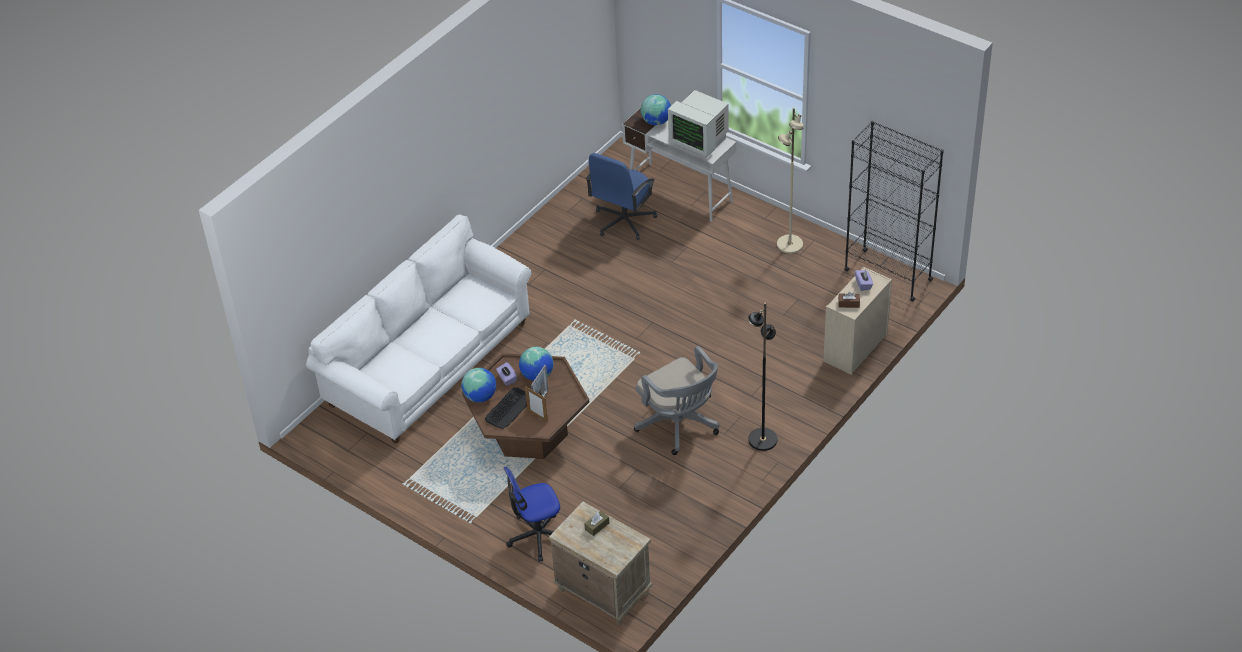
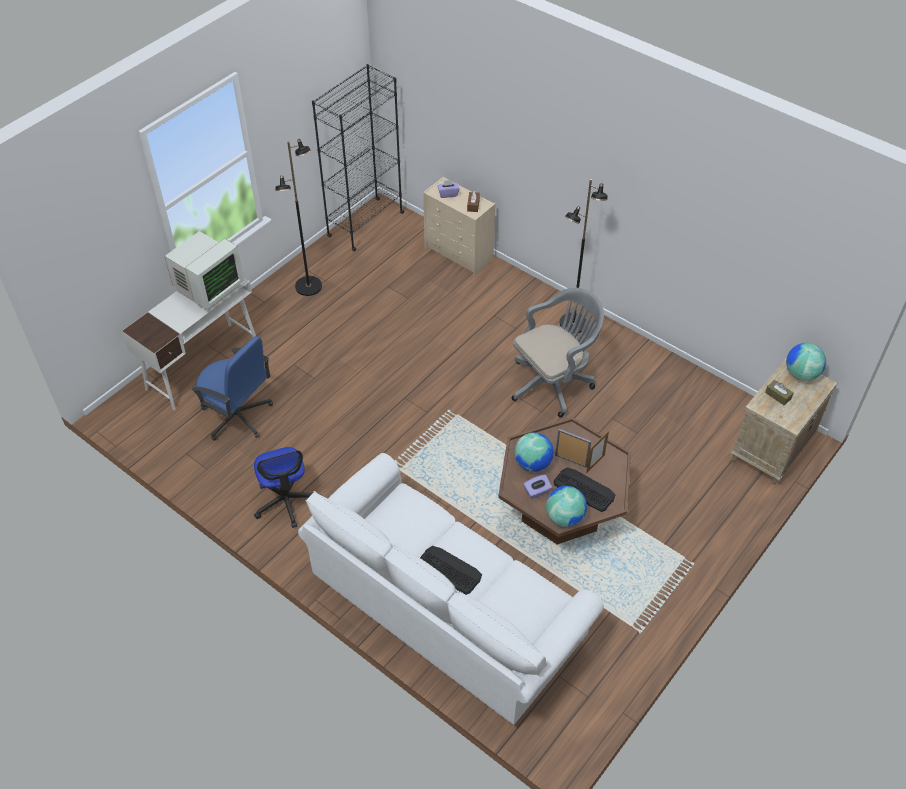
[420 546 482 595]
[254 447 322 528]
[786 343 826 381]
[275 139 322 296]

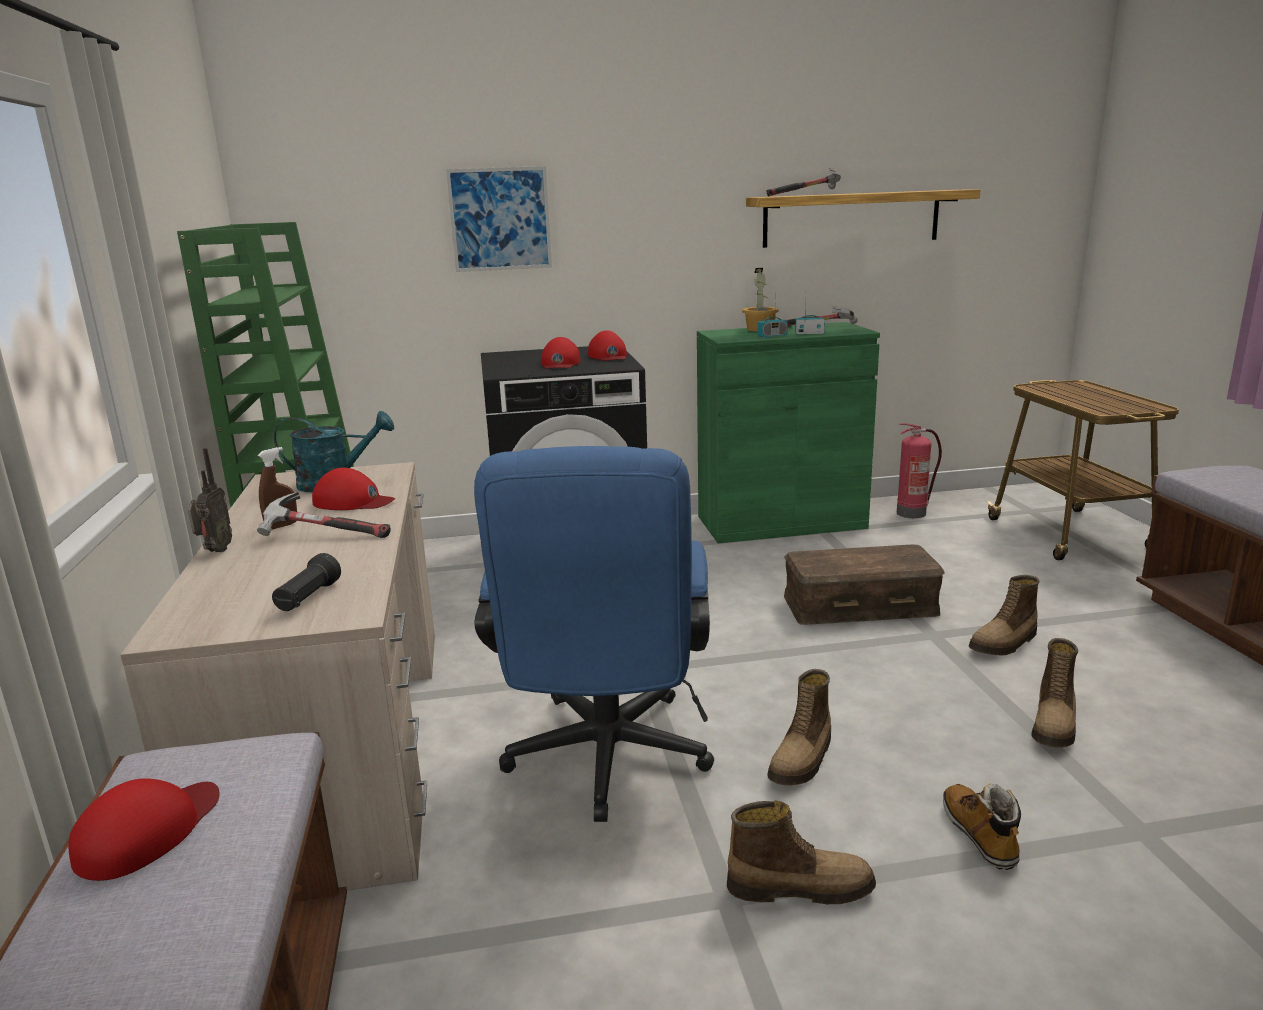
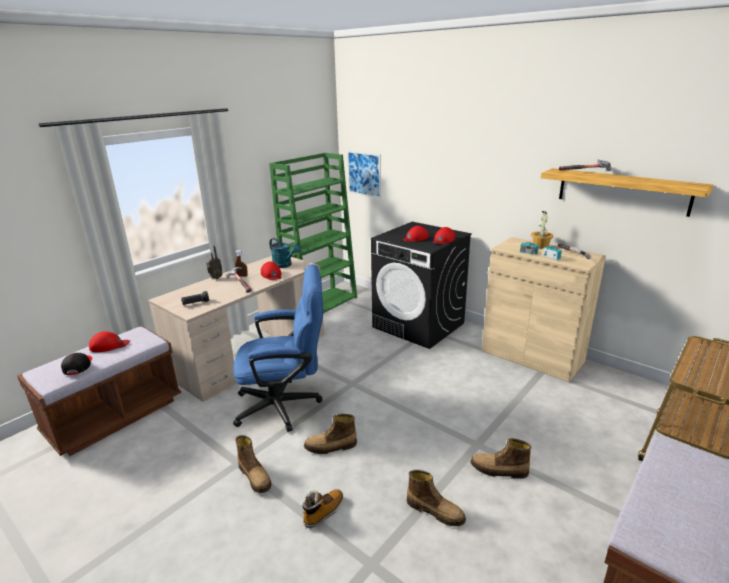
[784 544 945 625] (first image)
[897 423 942 518] (first image)
[61 353 92 375]
[347 151 381 198]
[482 237 606 382]
[233 264 323 432]
[407 470 466 526]

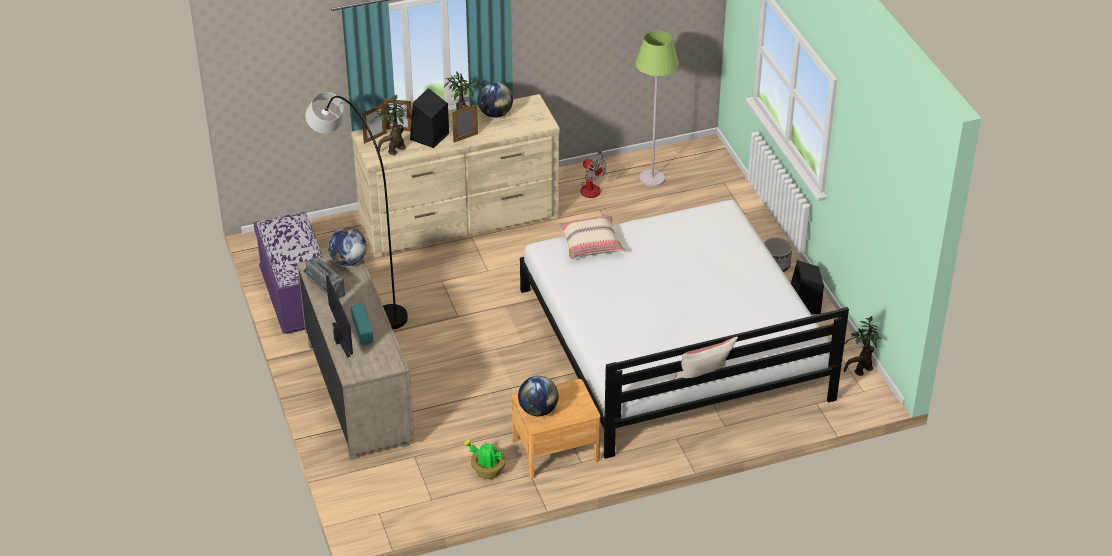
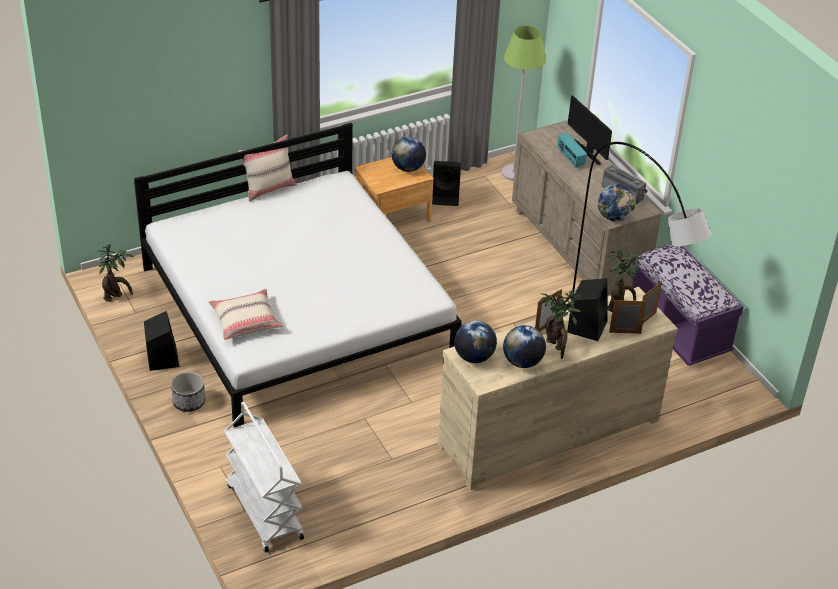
[581 147 606 198] (first image)
[224 402 304 553]
[454 320 497 363]
[208 289 283 340]
[502 26 546 181]
[432 161 461 206]

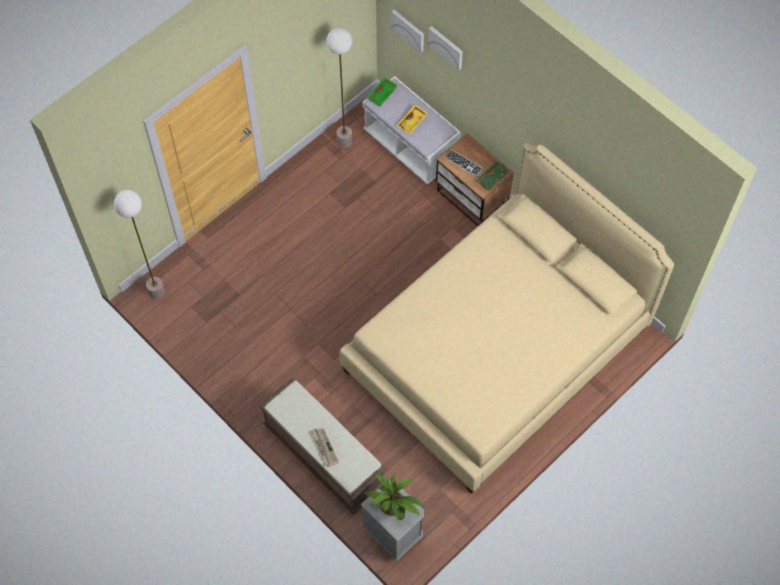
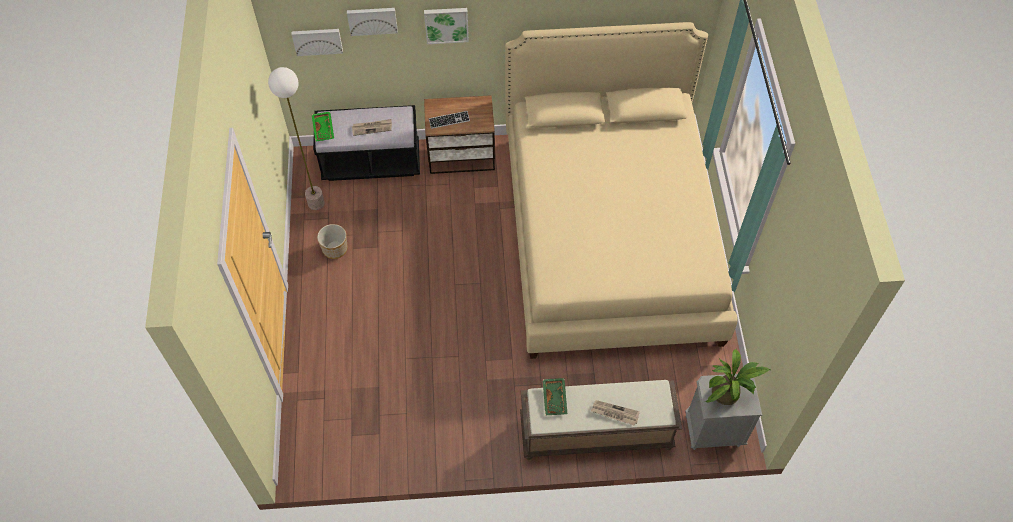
[114 190 165 299] (first image)
[317 224 348 259]
[424 8 469 44]
[543 378 567 415]
[352 119 392 136]
[313 105 420 181]

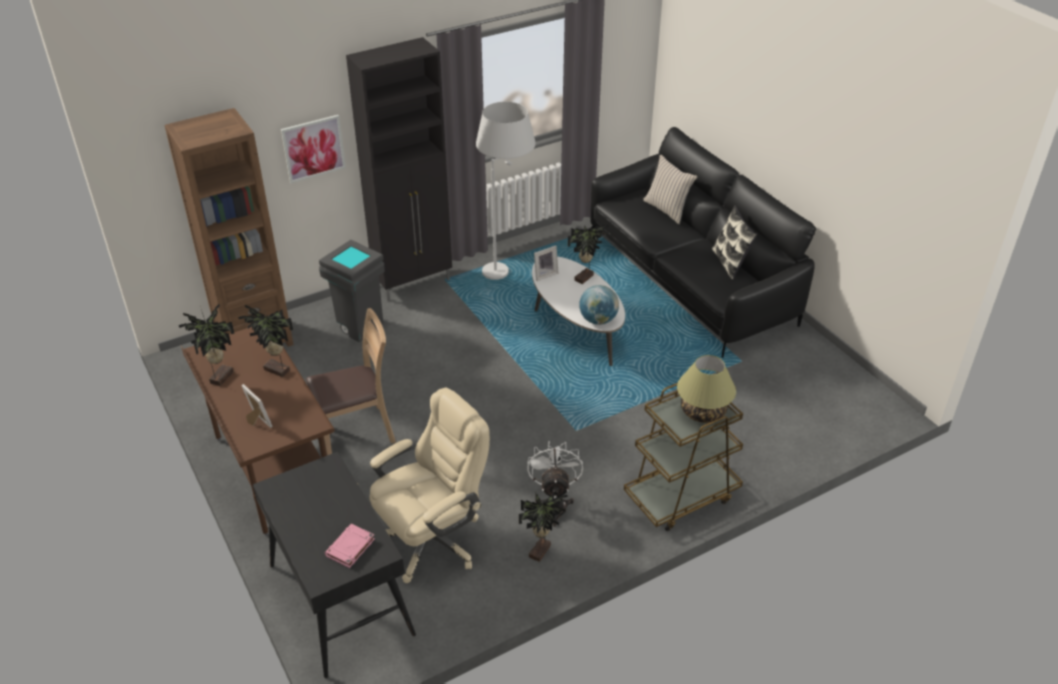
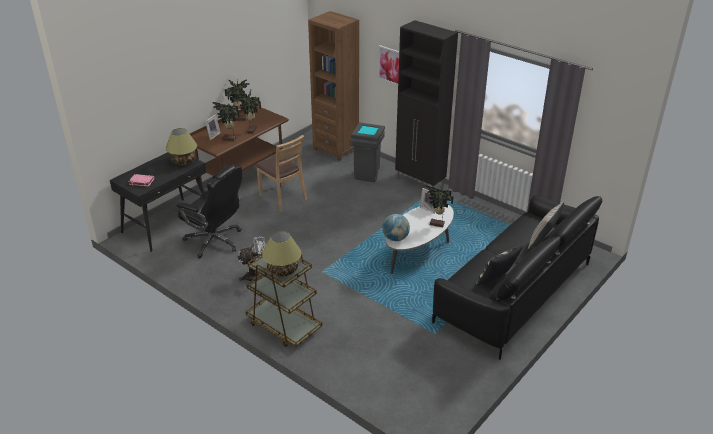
[476 101 536 280] (first image)
[165 128 197 165]
[212 102 239 141]
[176 164 242 259]

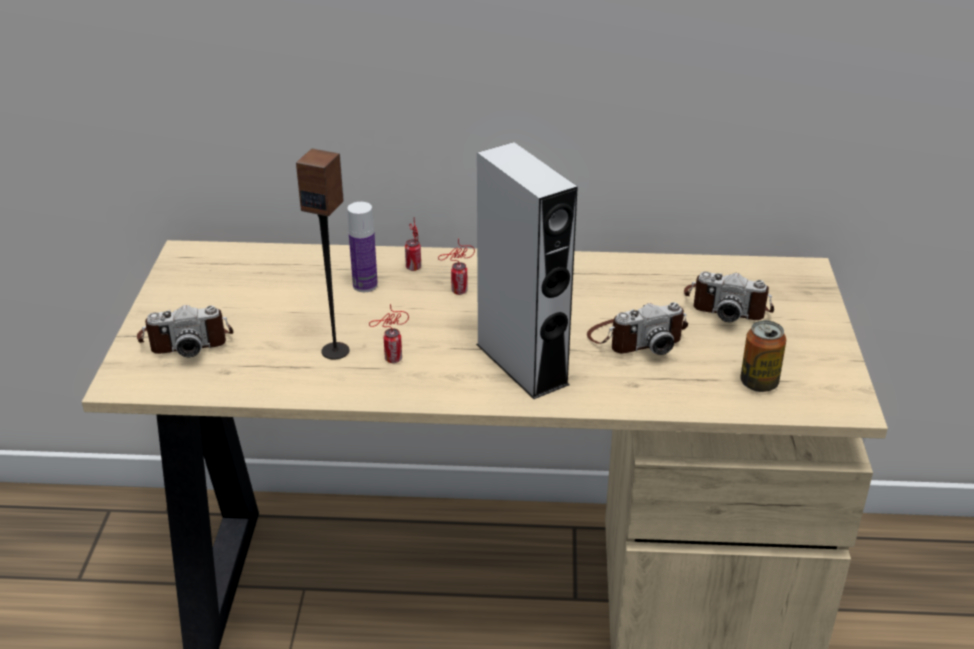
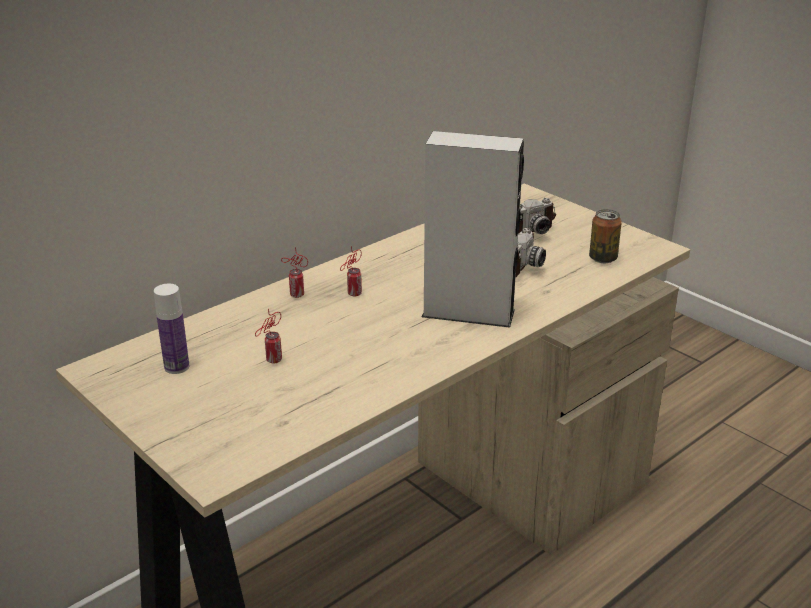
[137 305 233 358] (first image)
[296 148 350 360] (first image)
[154 283 189 374]
[255 309 282 363]

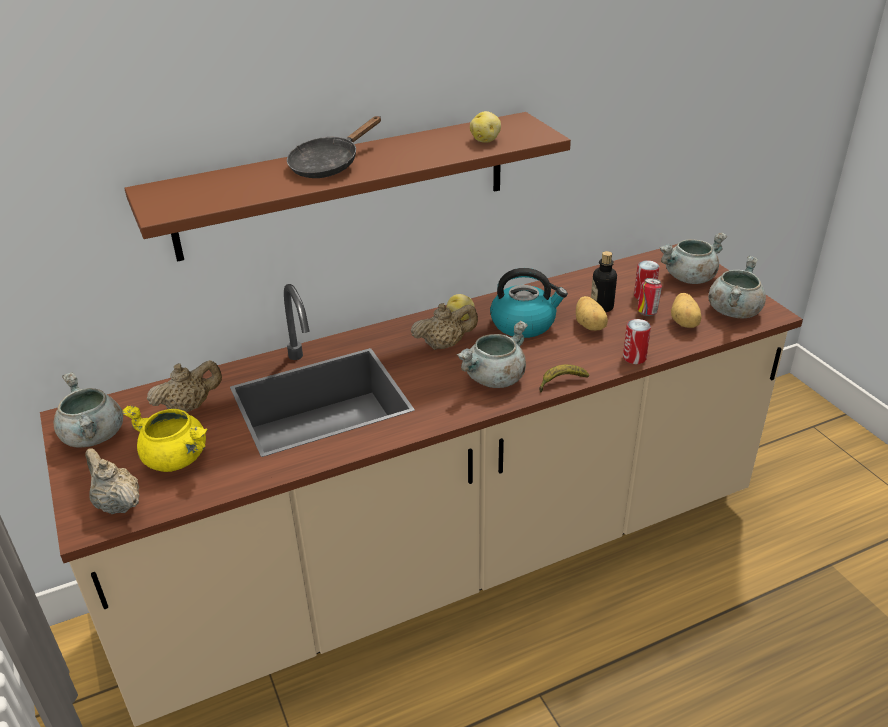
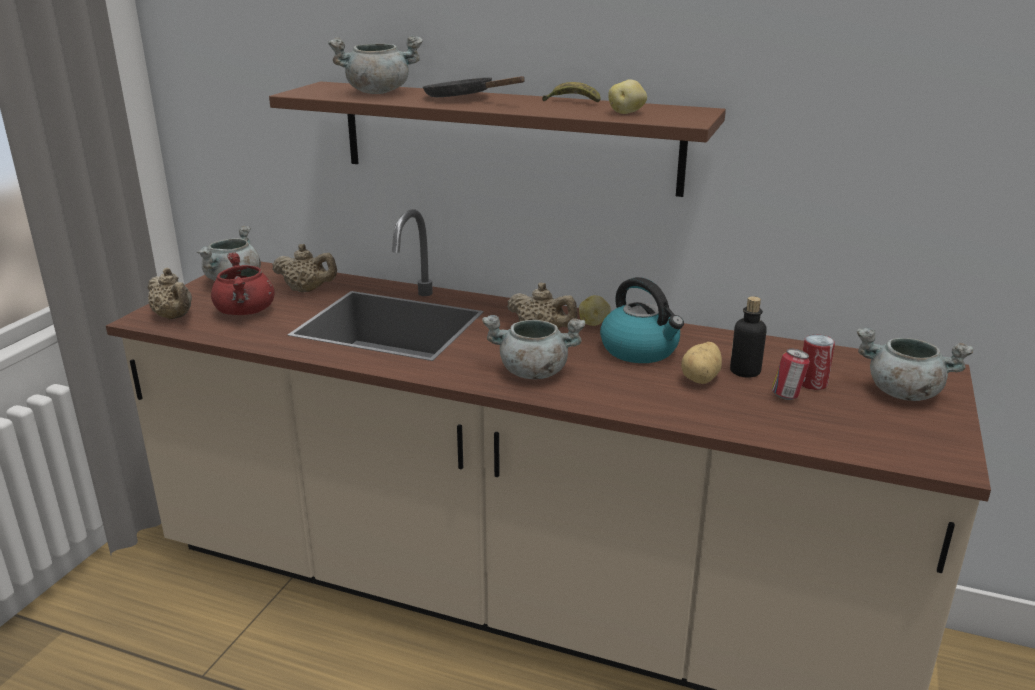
[623 319 651 364] (first image)
[671 293 702 328] (first image)
[542 82 600 102]
[328 36 423 94]
[211 252 275 315]
[148 268 192 319]
[423 76 525 97]

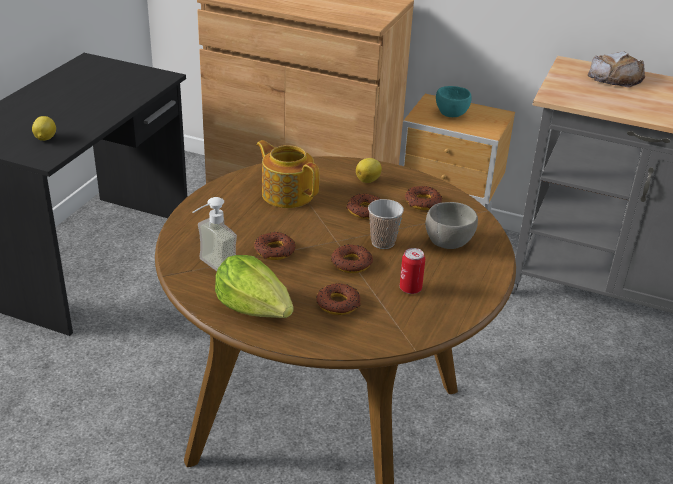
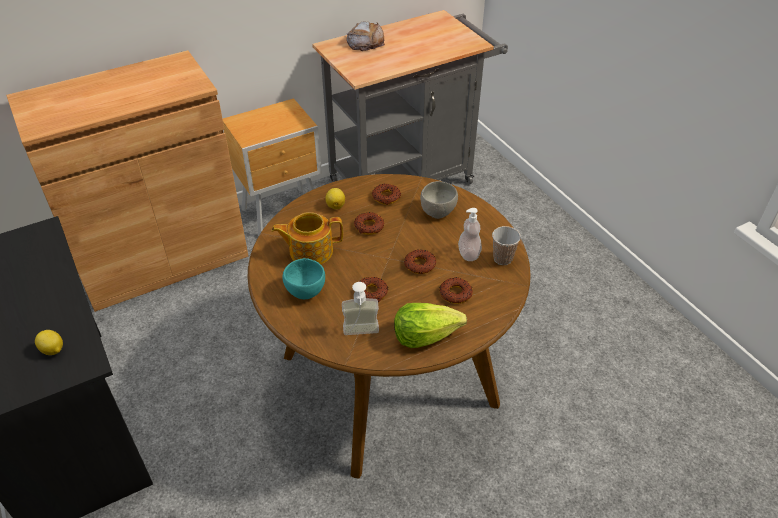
[492 226 521 265]
[282 258 325 299]
[458 208 482 261]

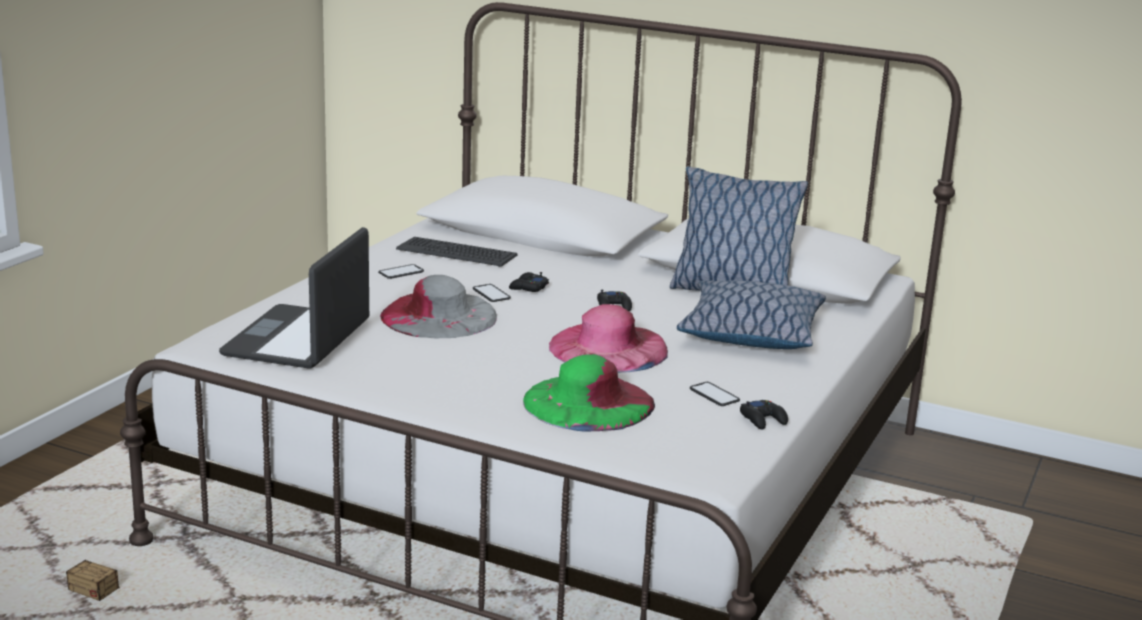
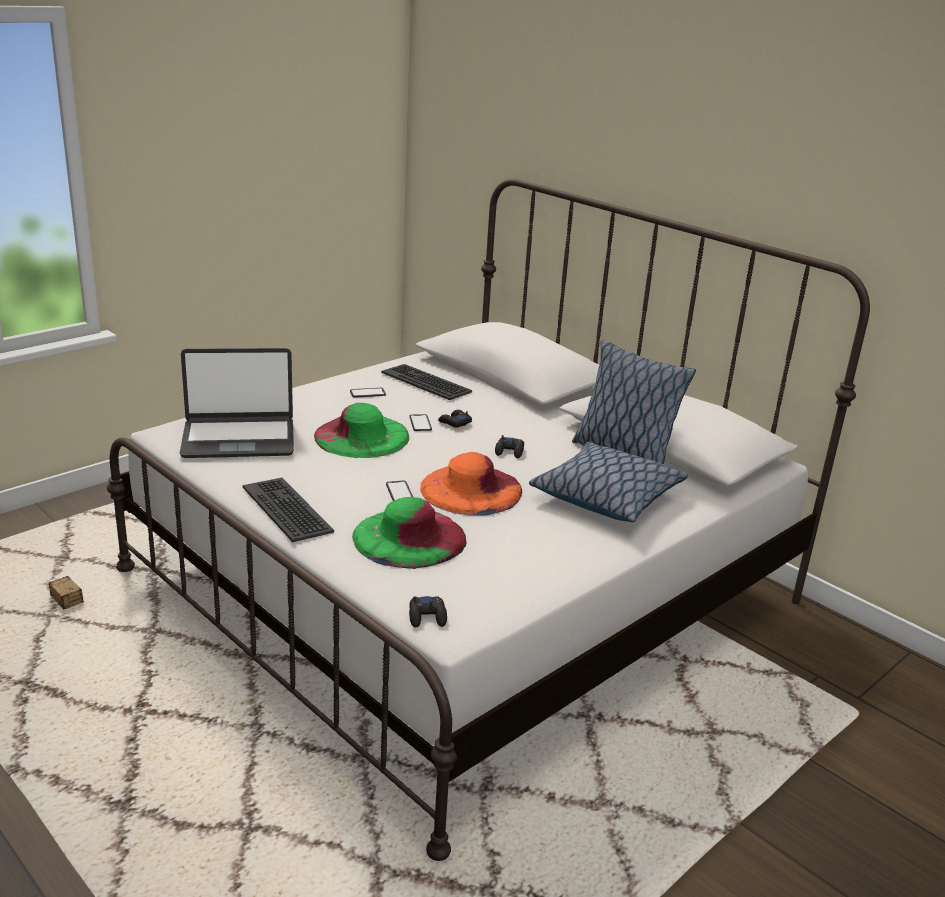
[242 478 334 542]
[386 481 413 501]
[409 596 447 628]
[314 403 409 458]
[420 452 522 516]
[180 348 294 458]

